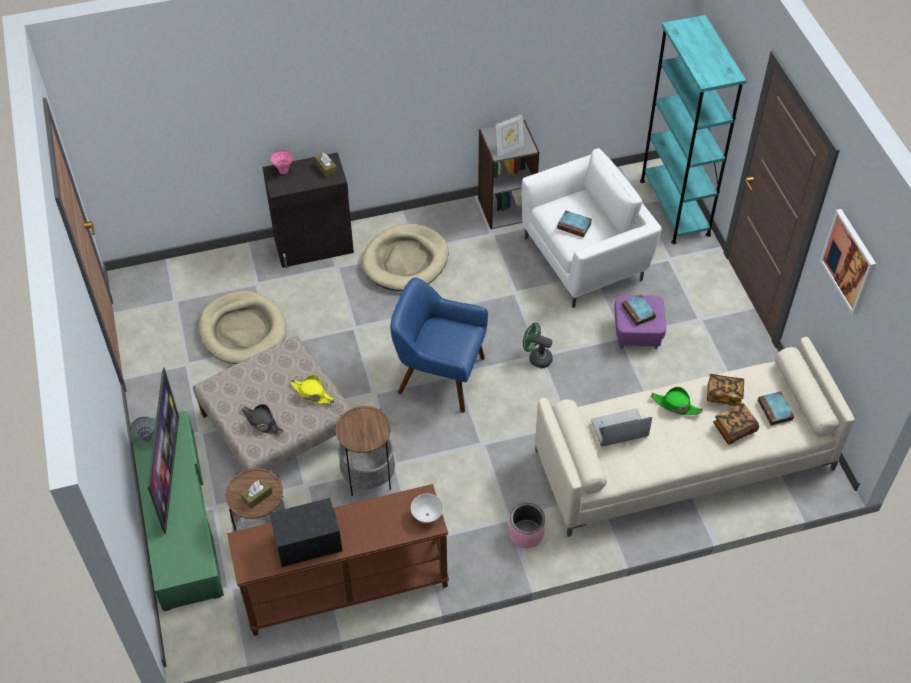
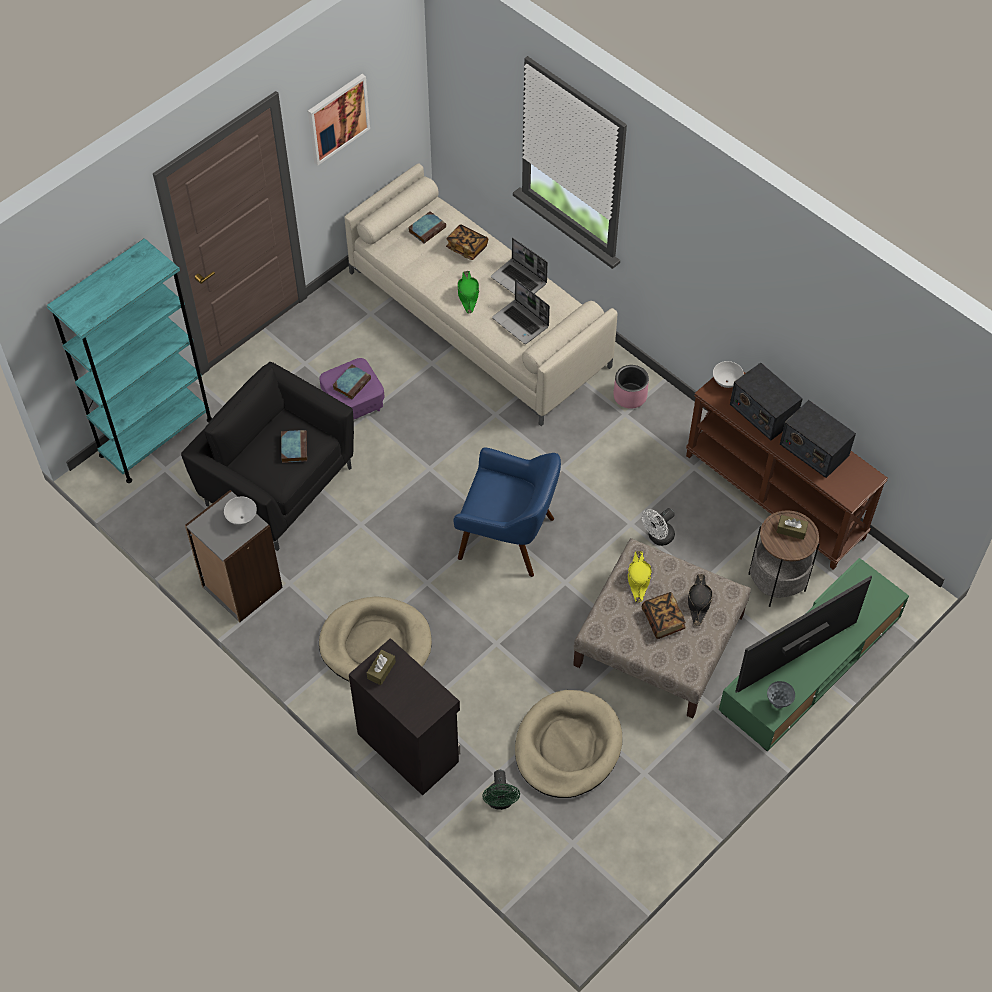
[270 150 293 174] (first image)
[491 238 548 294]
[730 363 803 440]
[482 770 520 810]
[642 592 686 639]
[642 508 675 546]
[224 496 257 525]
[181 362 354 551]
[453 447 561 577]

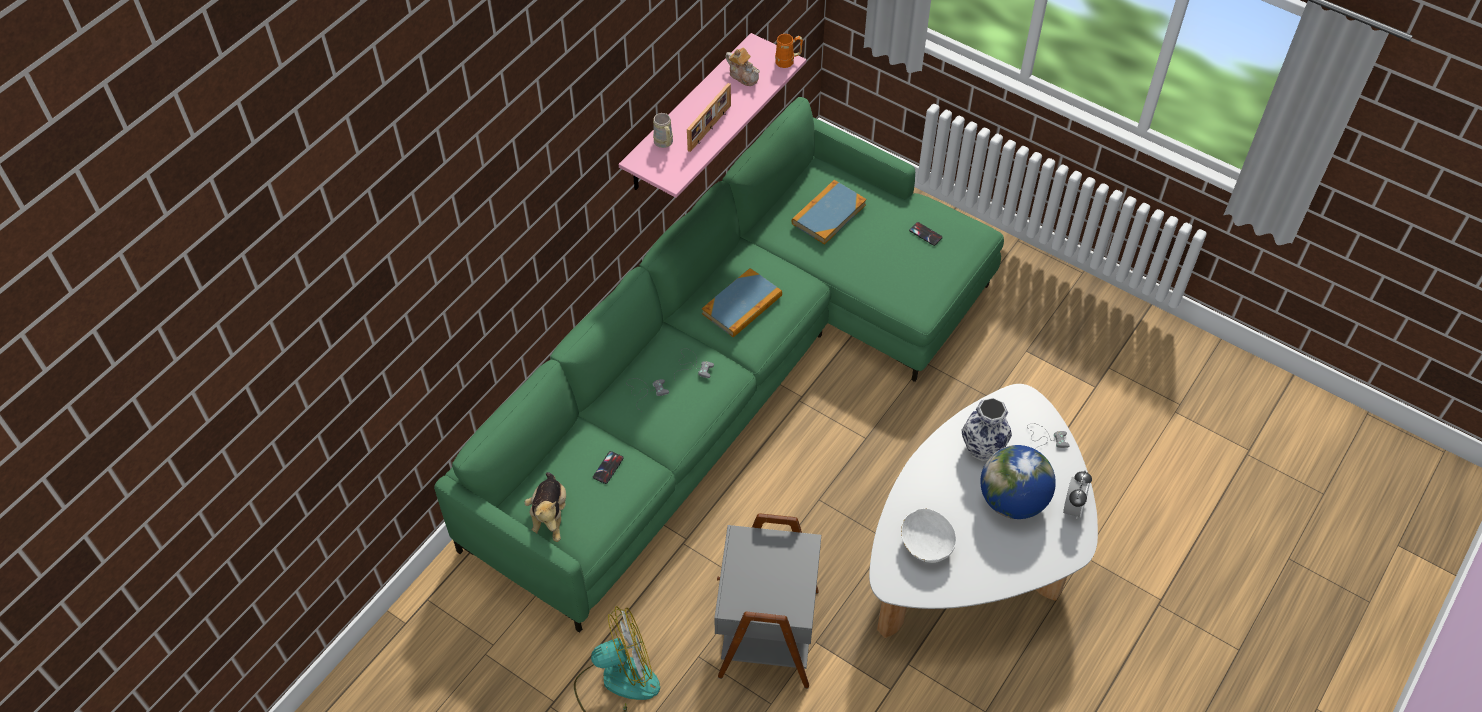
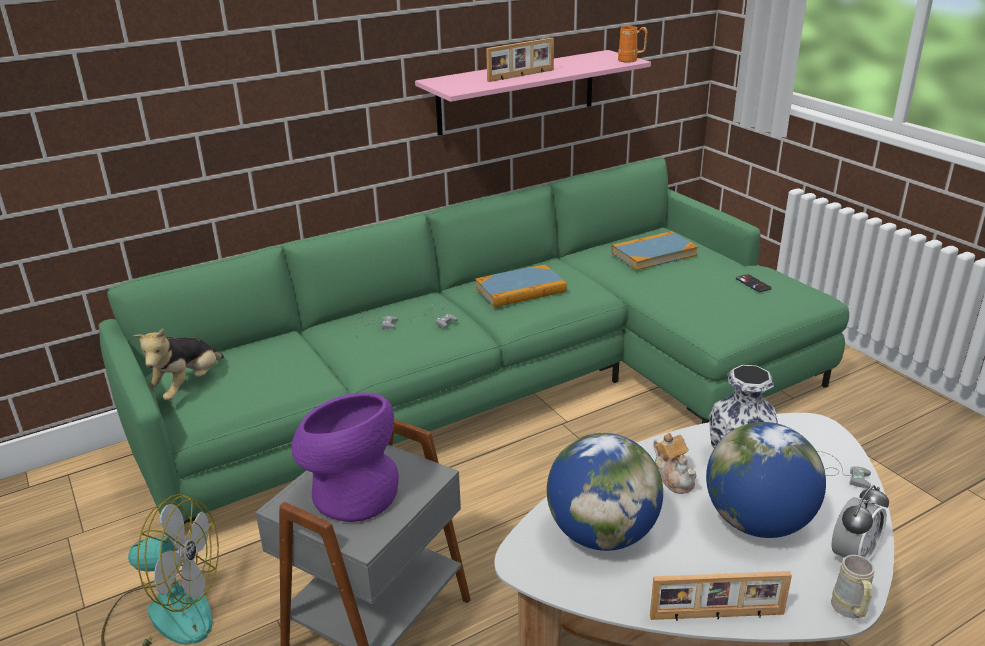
[593 451 624 484] (first image)
[292 393 399 522]
[650 571 792 621]
[831 555 874 618]
[653 433 696 494]
[547 433 663 551]

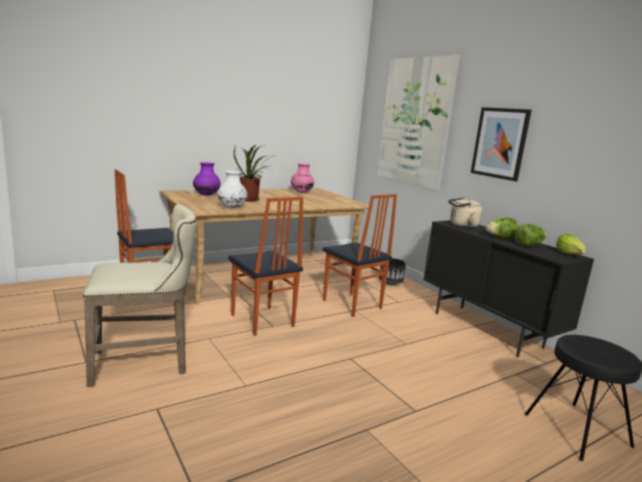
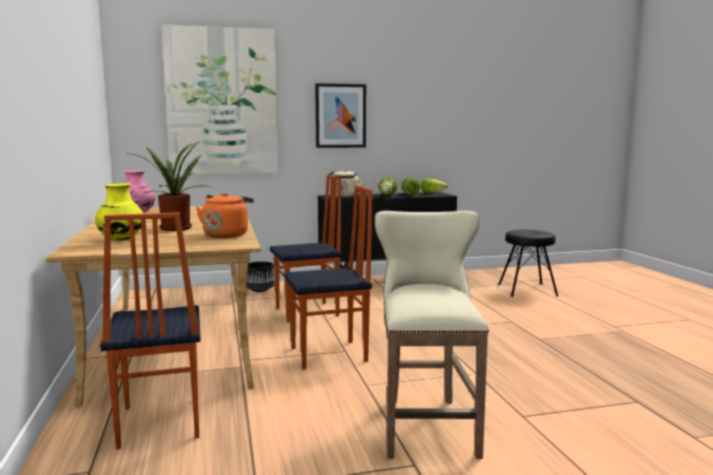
[196 193 254 238]
[95 183 144 241]

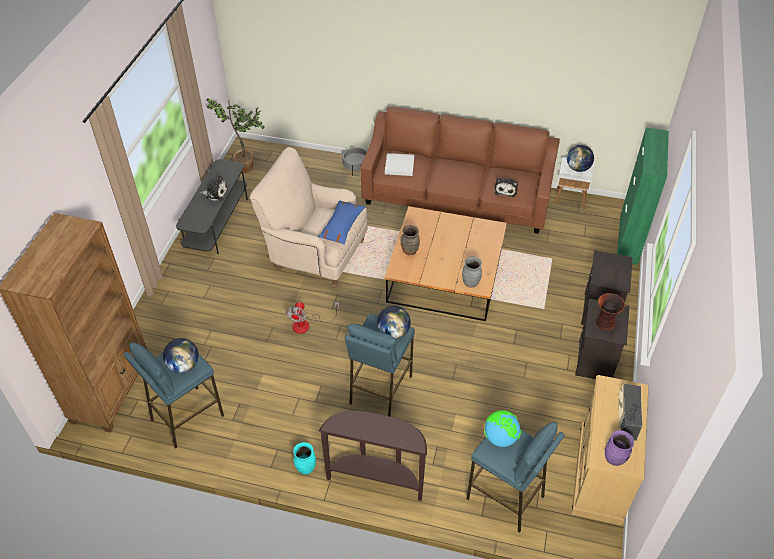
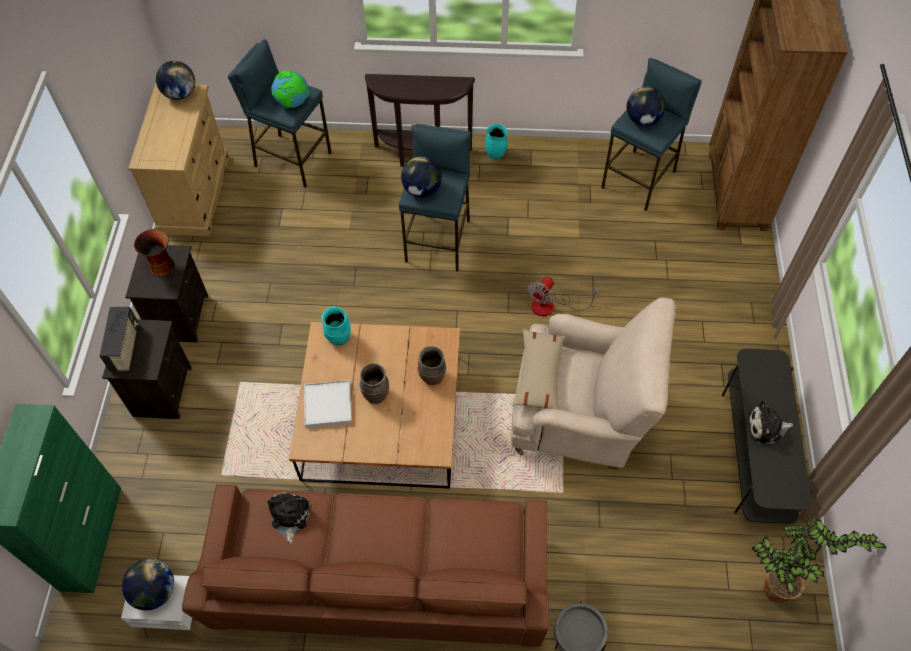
[360 363 389 404]
[304 380 352 428]
[99 307 139 371]
[156 61 195 100]
[512 329 566 409]
[322 307 351 346]
[528 277 599 316]

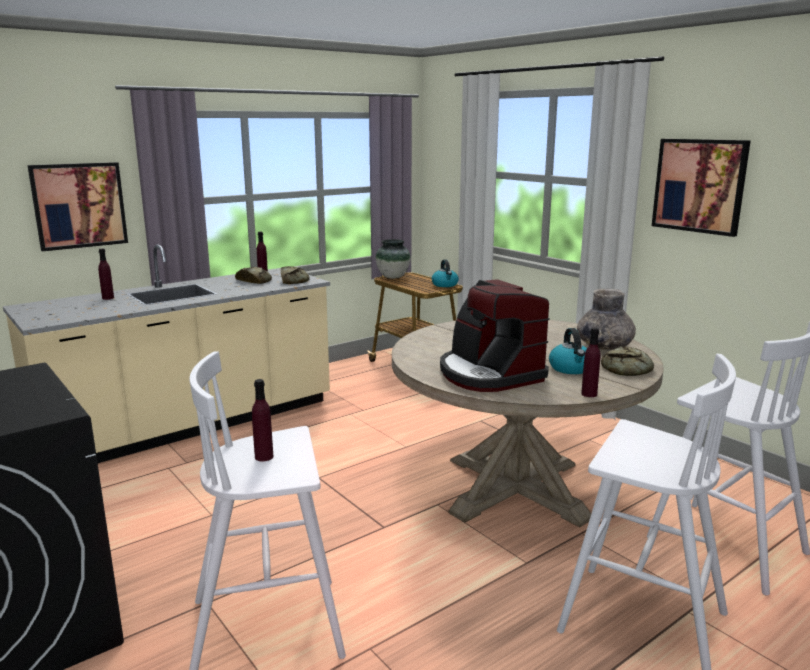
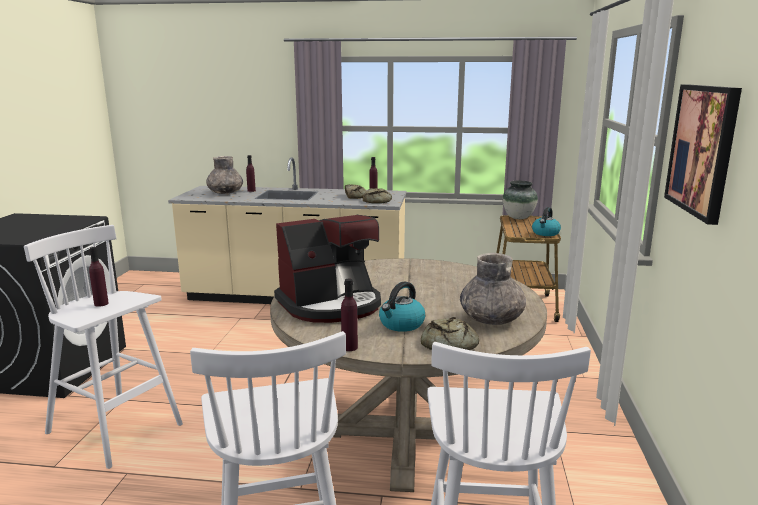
[27 162 128 252] (first image)
[206 156 243 194]
[274 215 381 323]

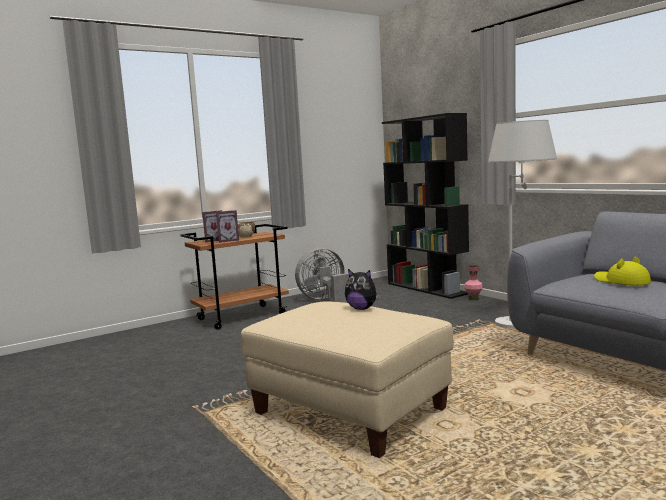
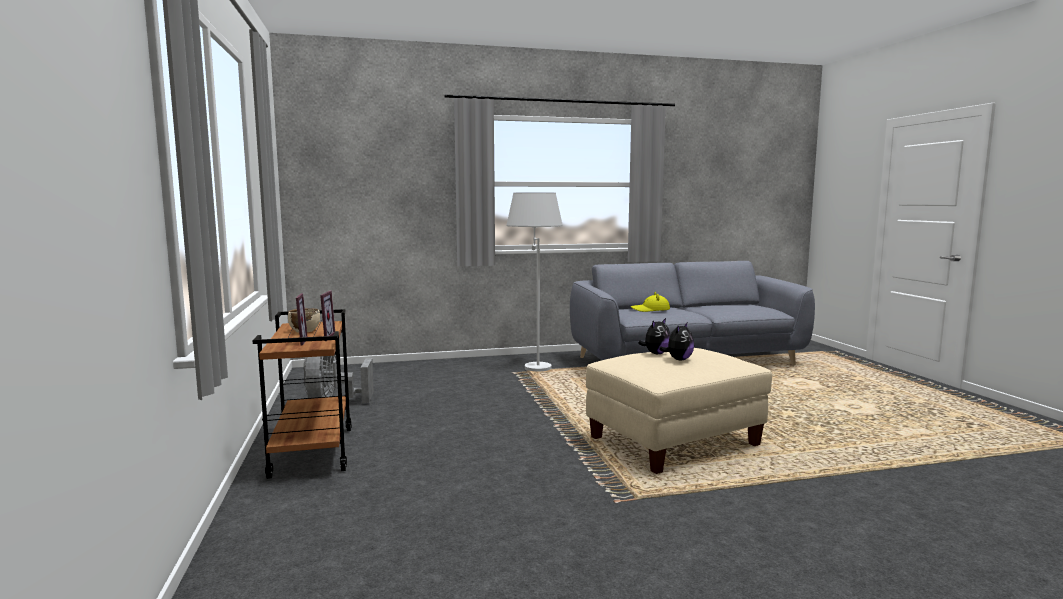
[382 113 469 299] (first image)
[464 265 483 300] (first image)
[659 323 694 360]

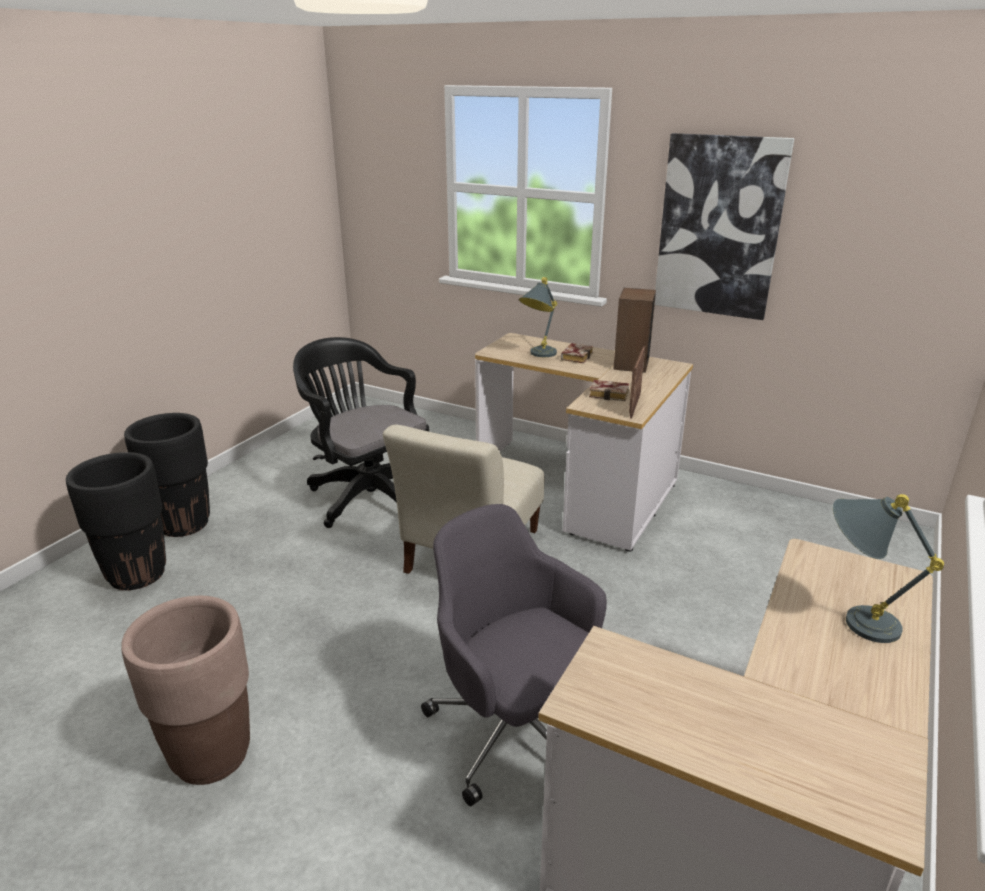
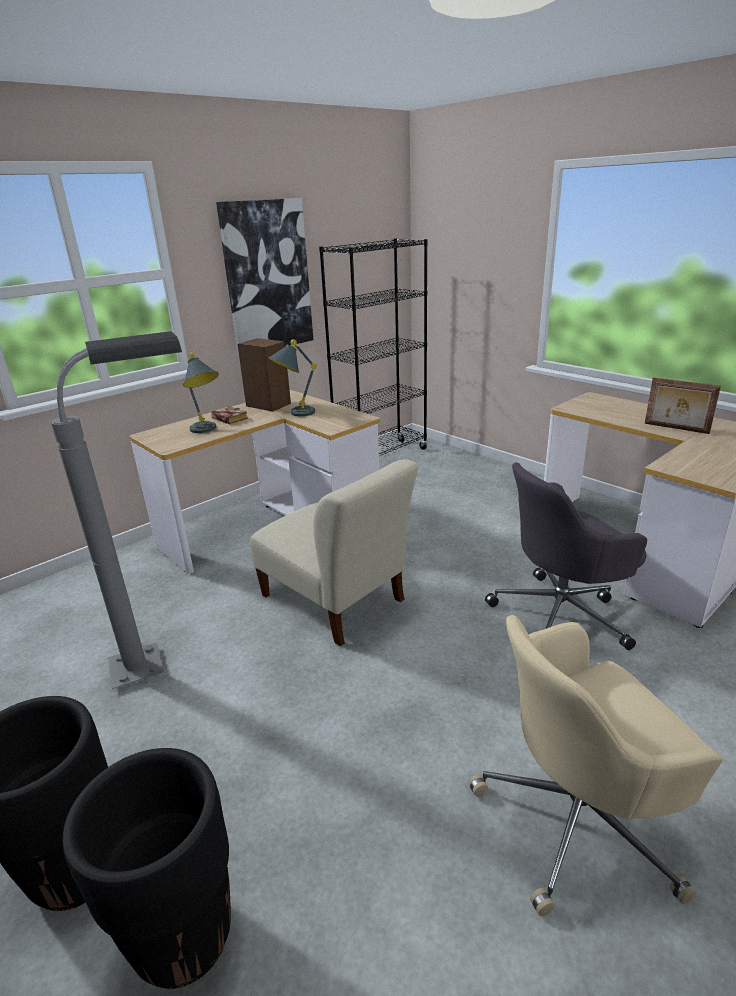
[589 380 629 401] (first image)
[319 238 428 456]
[645 378 721 434]
[268 339 317 417]
[468 615 723 916]
[51 331 182 689]

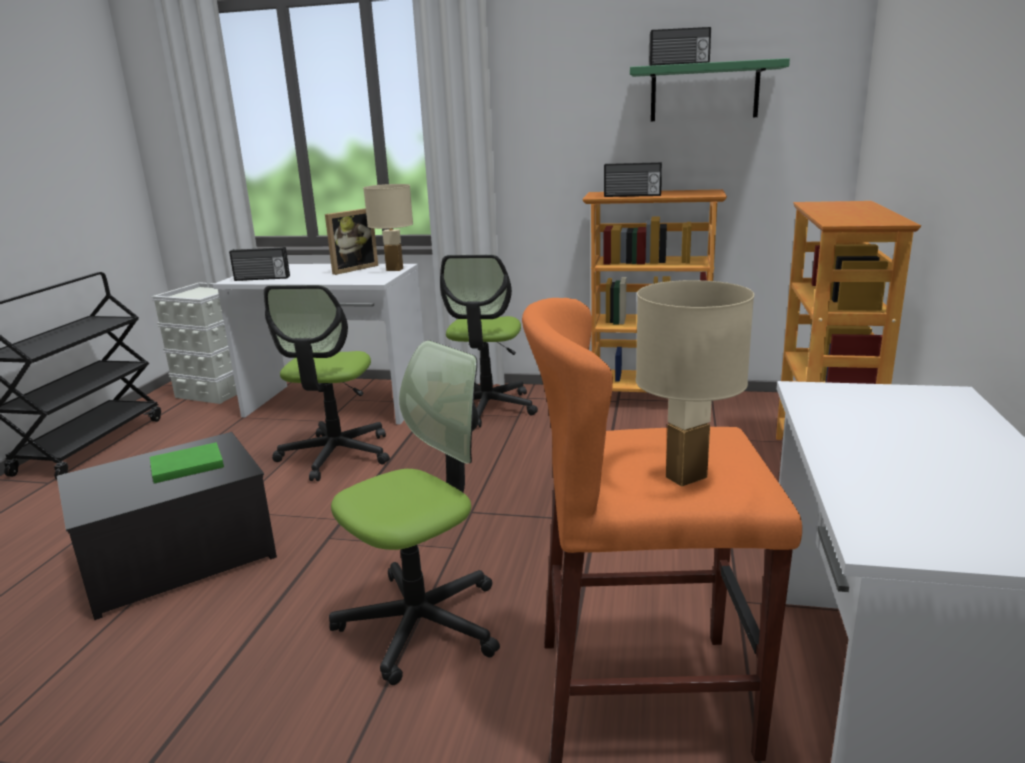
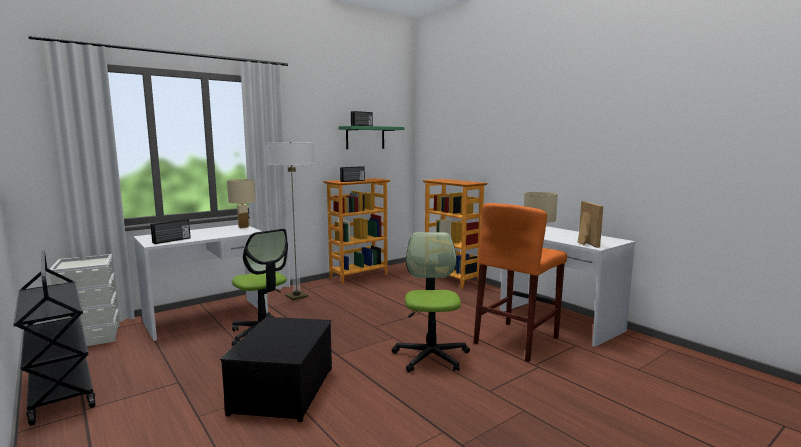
[150 442 224 483] (first image)
[578 201 603 248]
[267 142 315 300]

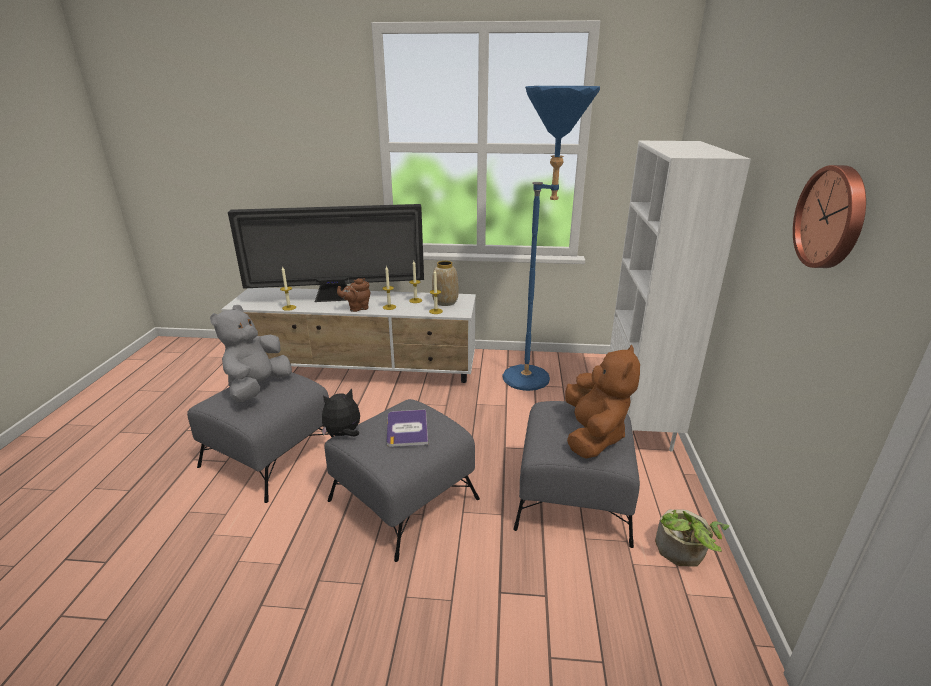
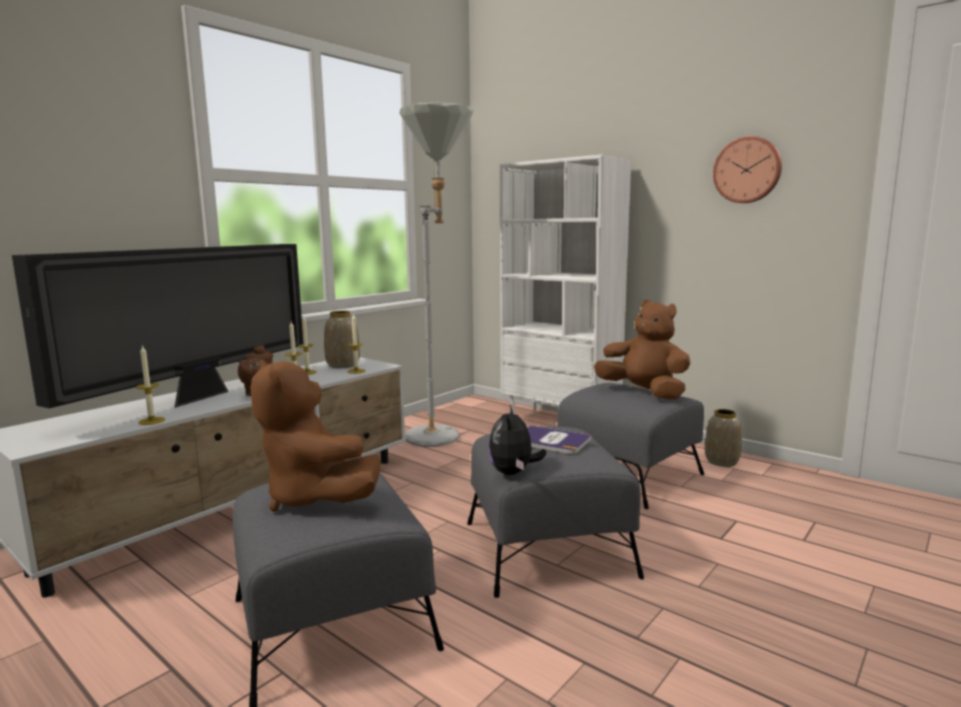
[705 409 742 467]
[250 359 381 512]
[399 102 473 447]

